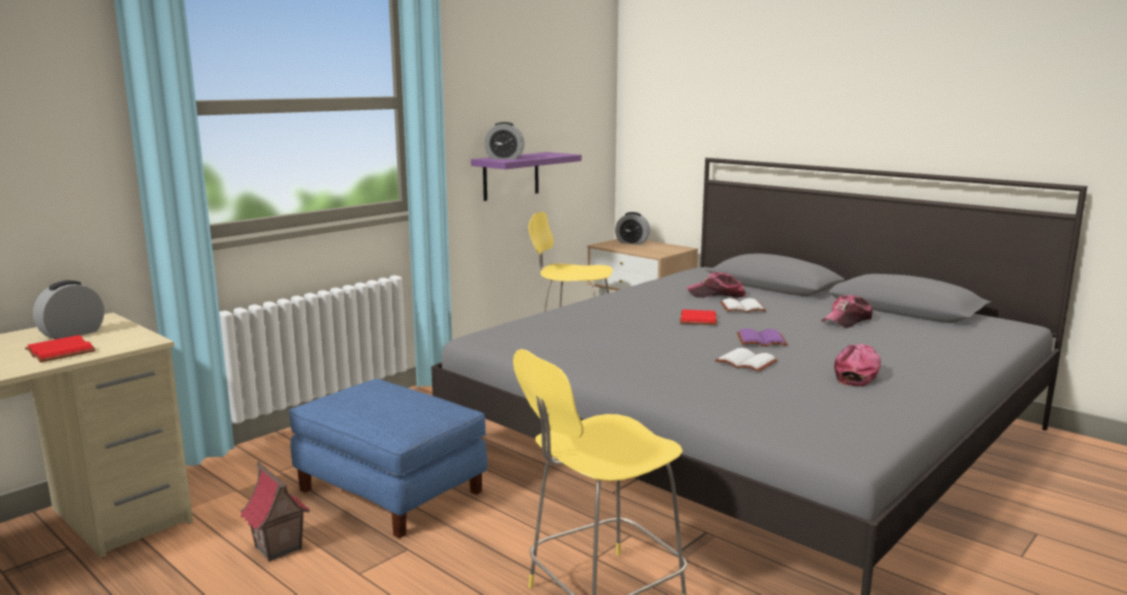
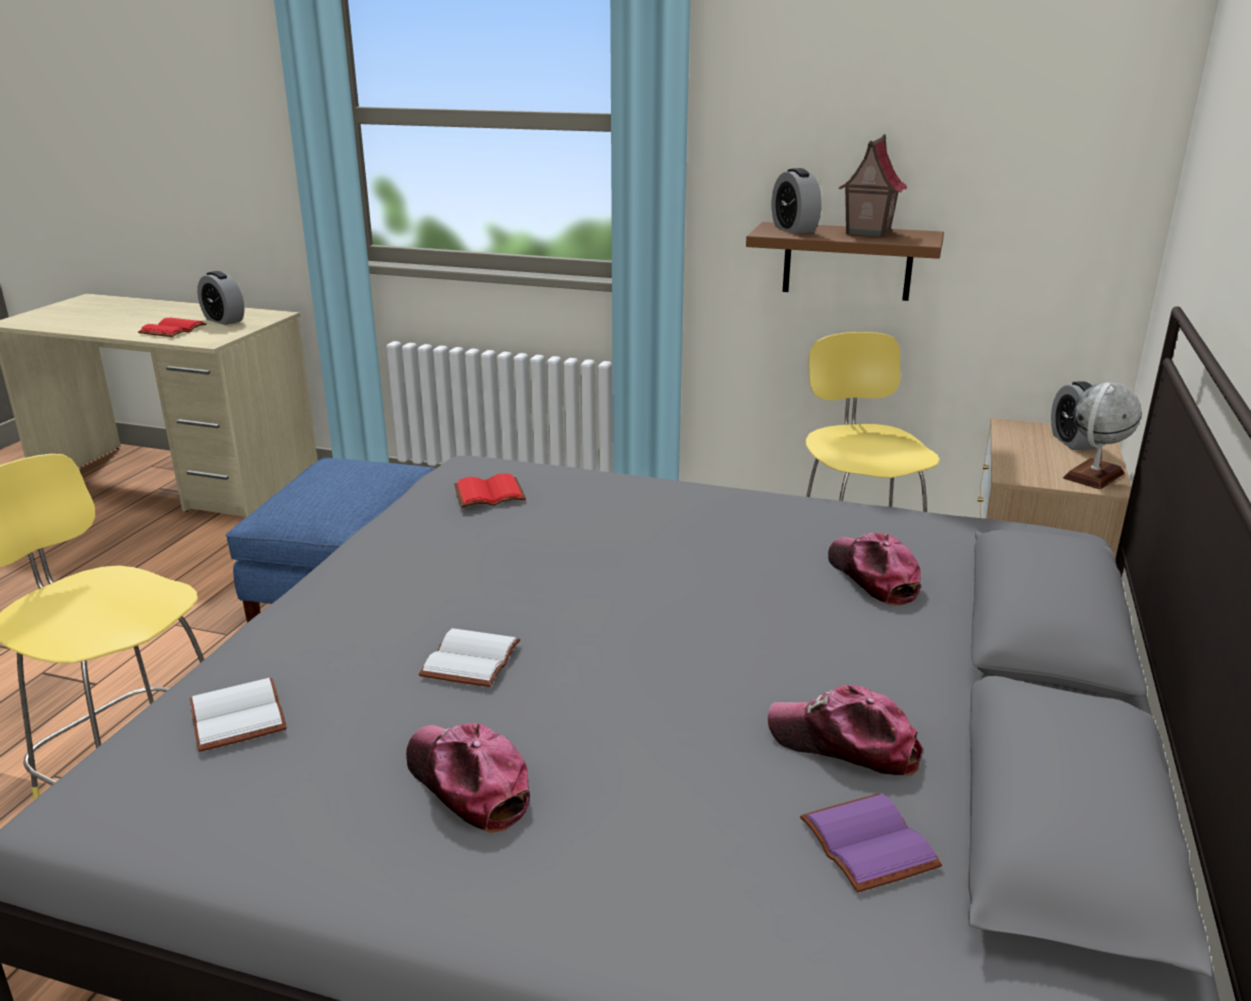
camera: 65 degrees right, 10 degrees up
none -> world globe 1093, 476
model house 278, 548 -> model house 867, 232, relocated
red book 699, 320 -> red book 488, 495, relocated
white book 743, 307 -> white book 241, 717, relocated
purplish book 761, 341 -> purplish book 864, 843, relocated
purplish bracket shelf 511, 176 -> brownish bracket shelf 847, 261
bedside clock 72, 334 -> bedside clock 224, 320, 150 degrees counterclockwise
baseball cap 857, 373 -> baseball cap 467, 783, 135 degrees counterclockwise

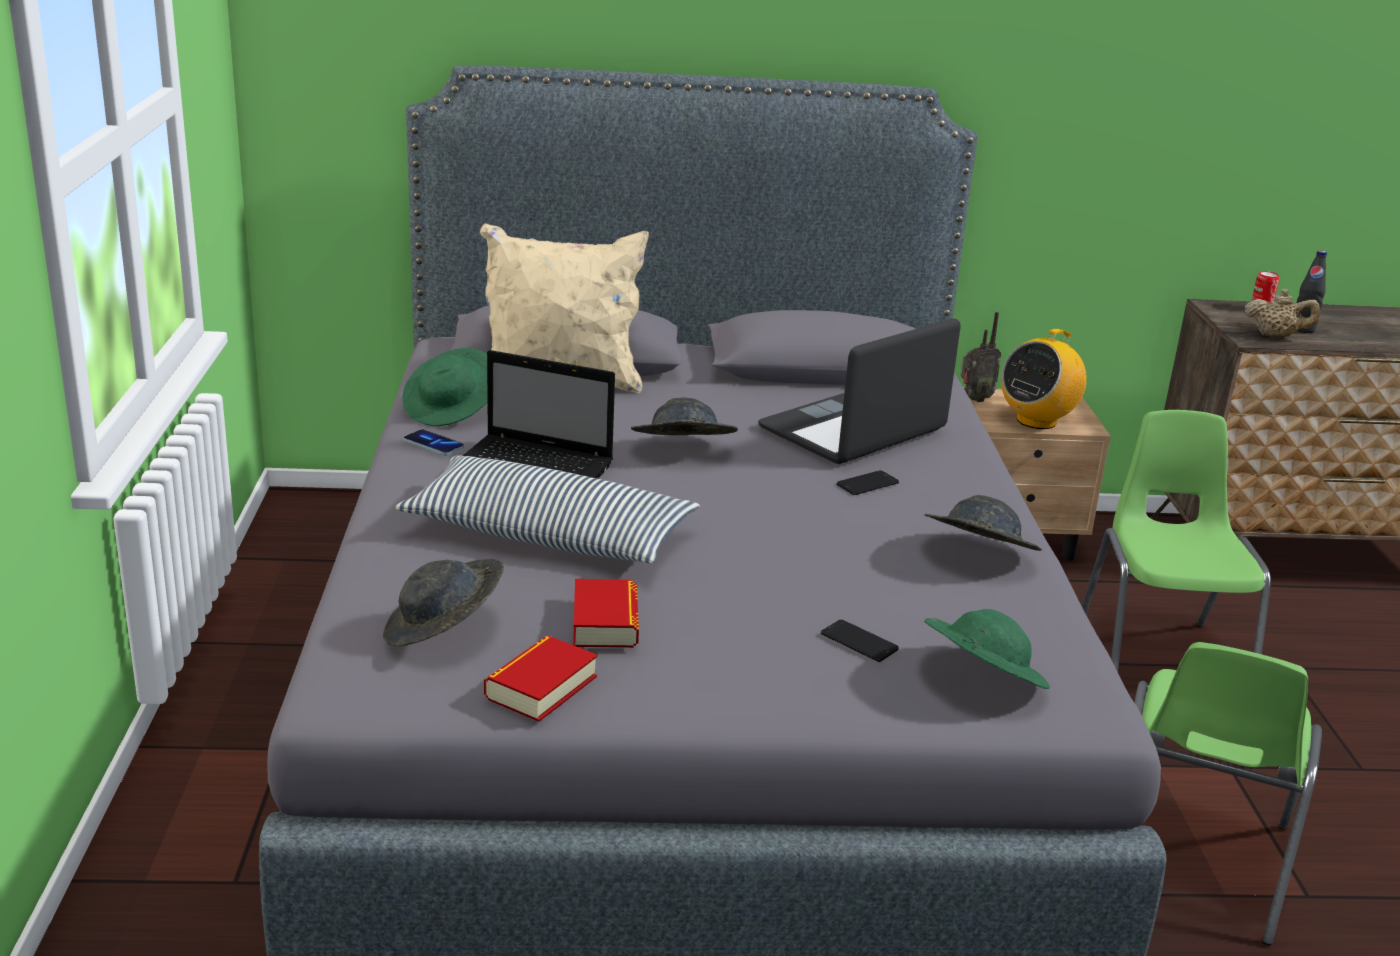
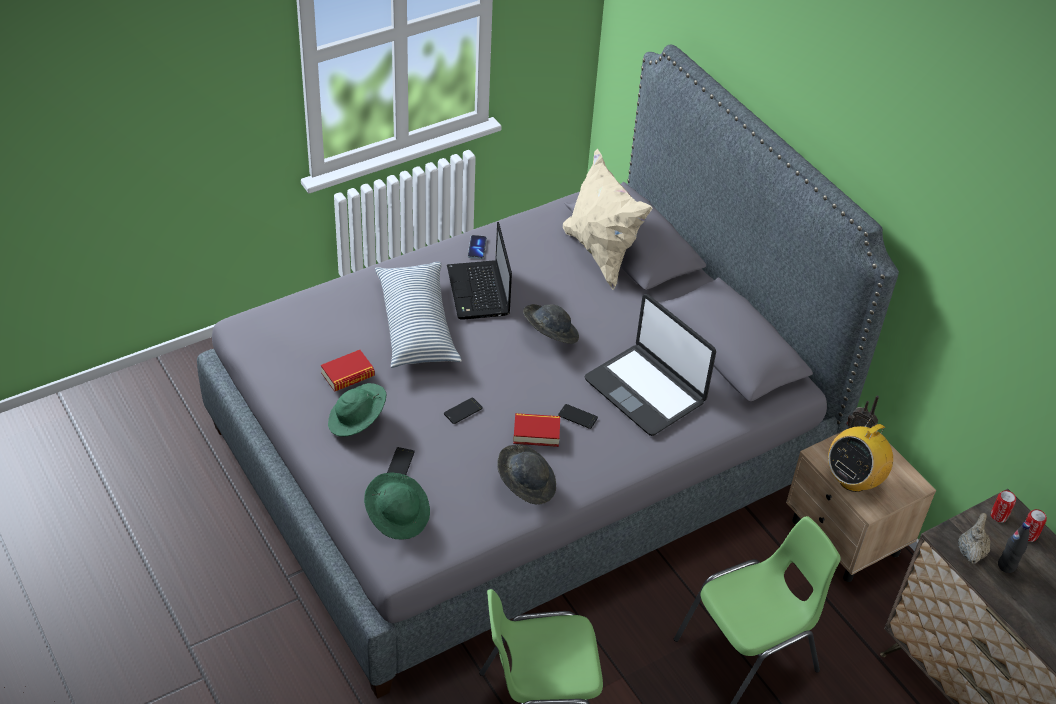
camera: 60 degrees right, 20 degrees up
greyish wearable hat 443, 631 -> none
none -> telephone 463, 411
none -> can 999, 516
greenish wearable hat 451, 410 -> greenish wearable hat 357, 421, relocated
book 541, 687 -> book 536, 433, relocated
laptop 854, 431 -> laptop 645, 390, 150 degrees counterclockwise
radio receiver 1036, 421 -> radio receiver 853, 479, 60 degrees counterclockwise
sand-coloured tea pot 1276, 336 -> sand-coloured tea pot 970, 551, 150 degrees counterclockwise

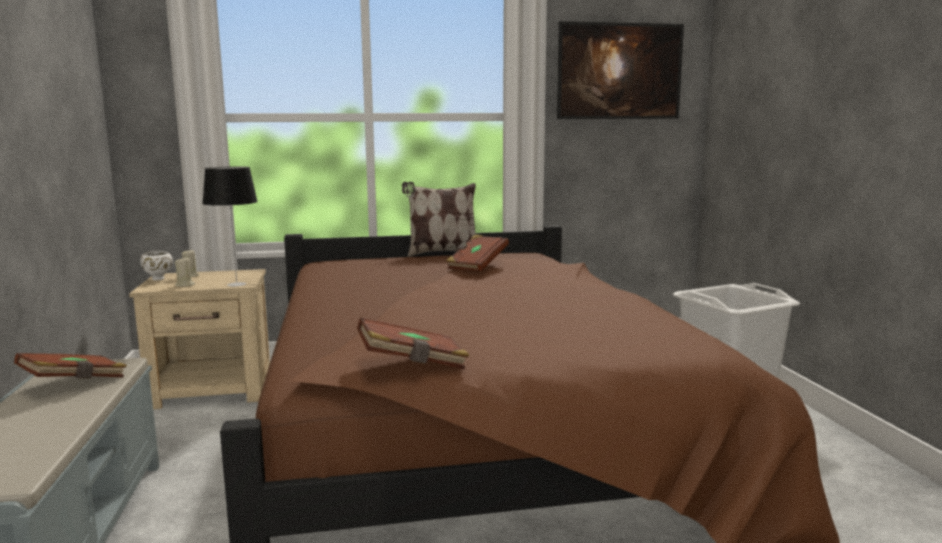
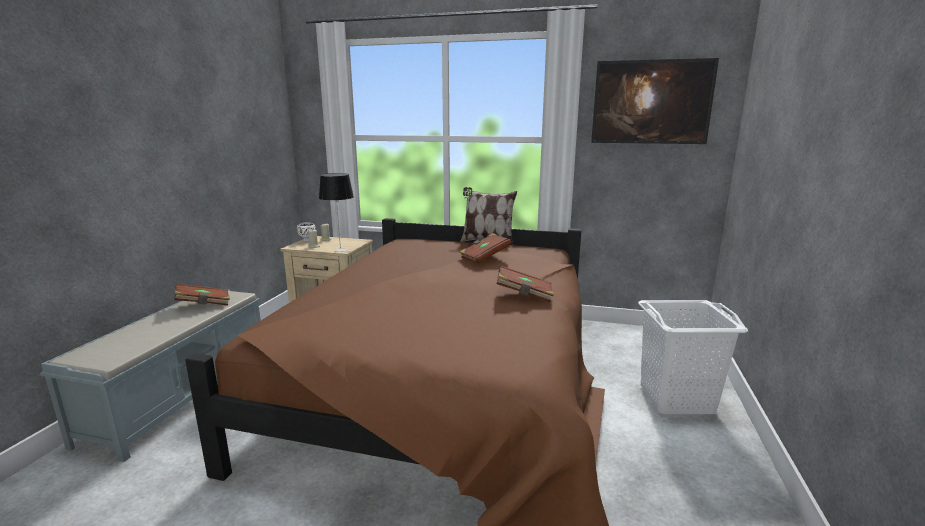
camera: 25 degrees right, 5 degrees up
brownish book 412, 364 -> brownish book 524, 295, relocated

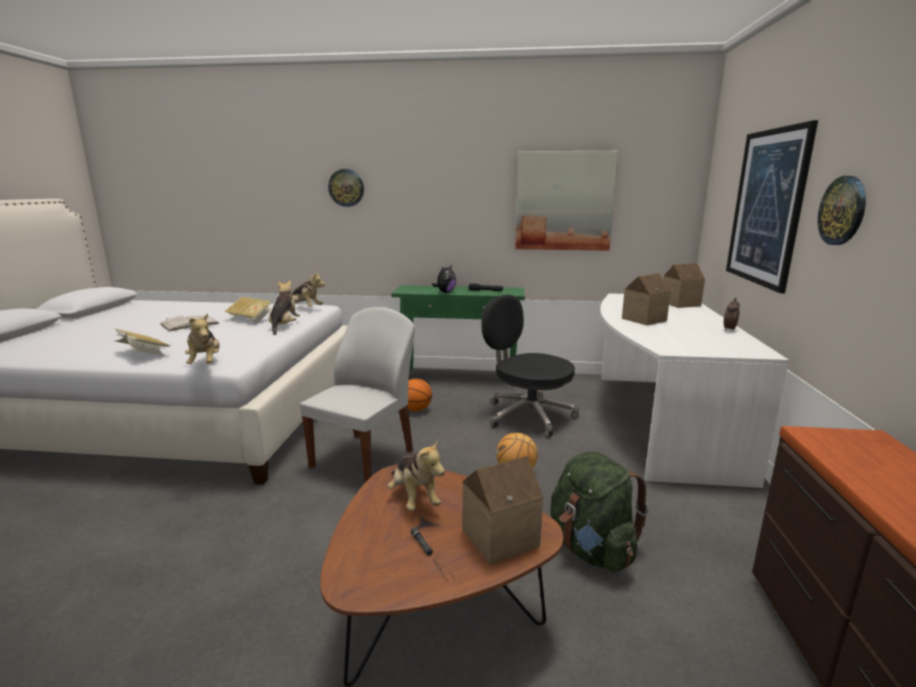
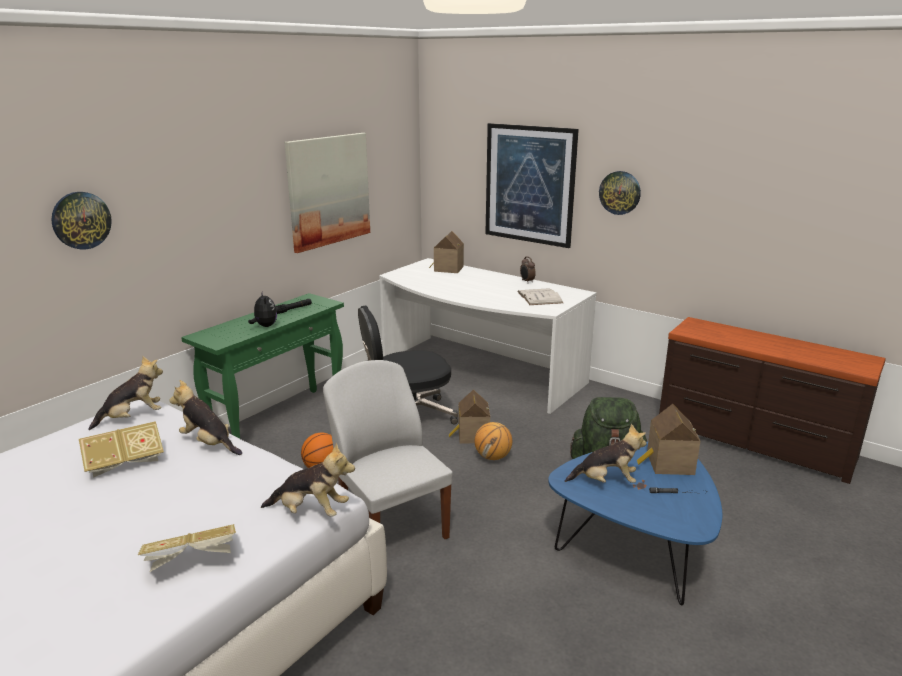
camera: 60 degrees left, 5 degrees up
white book 189, 323 -> white book 539, 297, relocated
model house 642, 319 -> model house 471, 436, relocated
brownish coffee table 434, 615 -> bluish coffee table 634, 550

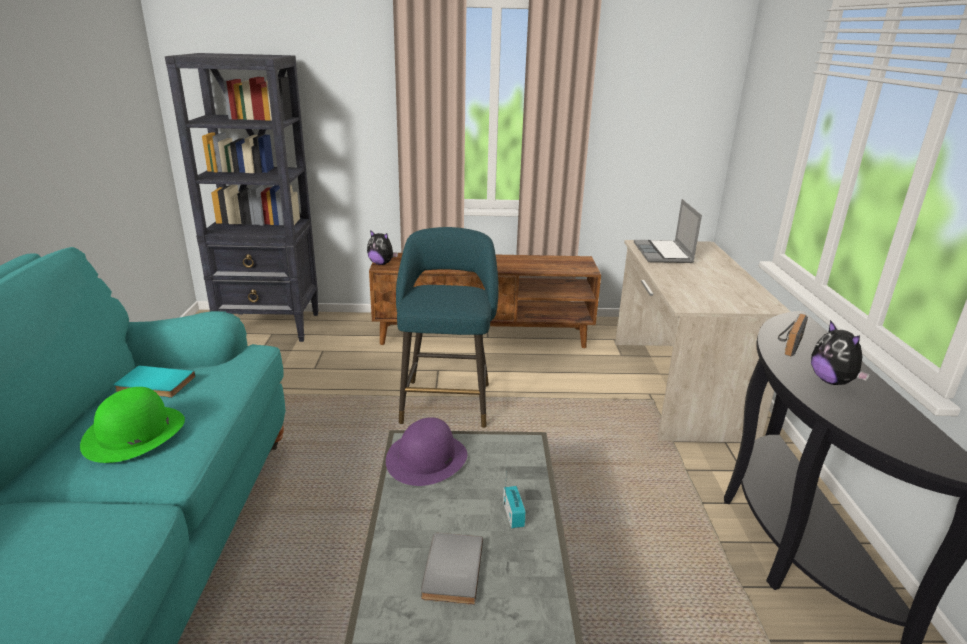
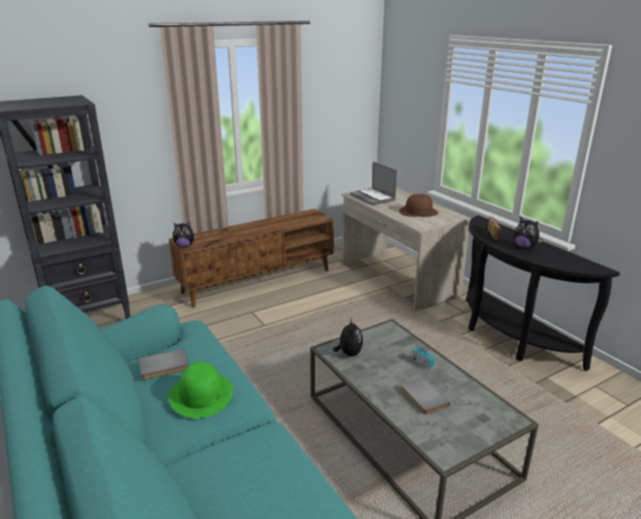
camera: 30 degrees left, 0 degrees up
turquoise-coloured stool 446, 400 -> none
none -> brownish wearable hat 418, 212
purplish wearable hat 427, 458 -> cuddly toy 349, 353
turquoise-coloured book 154, 385 -> greyish book 164, 366

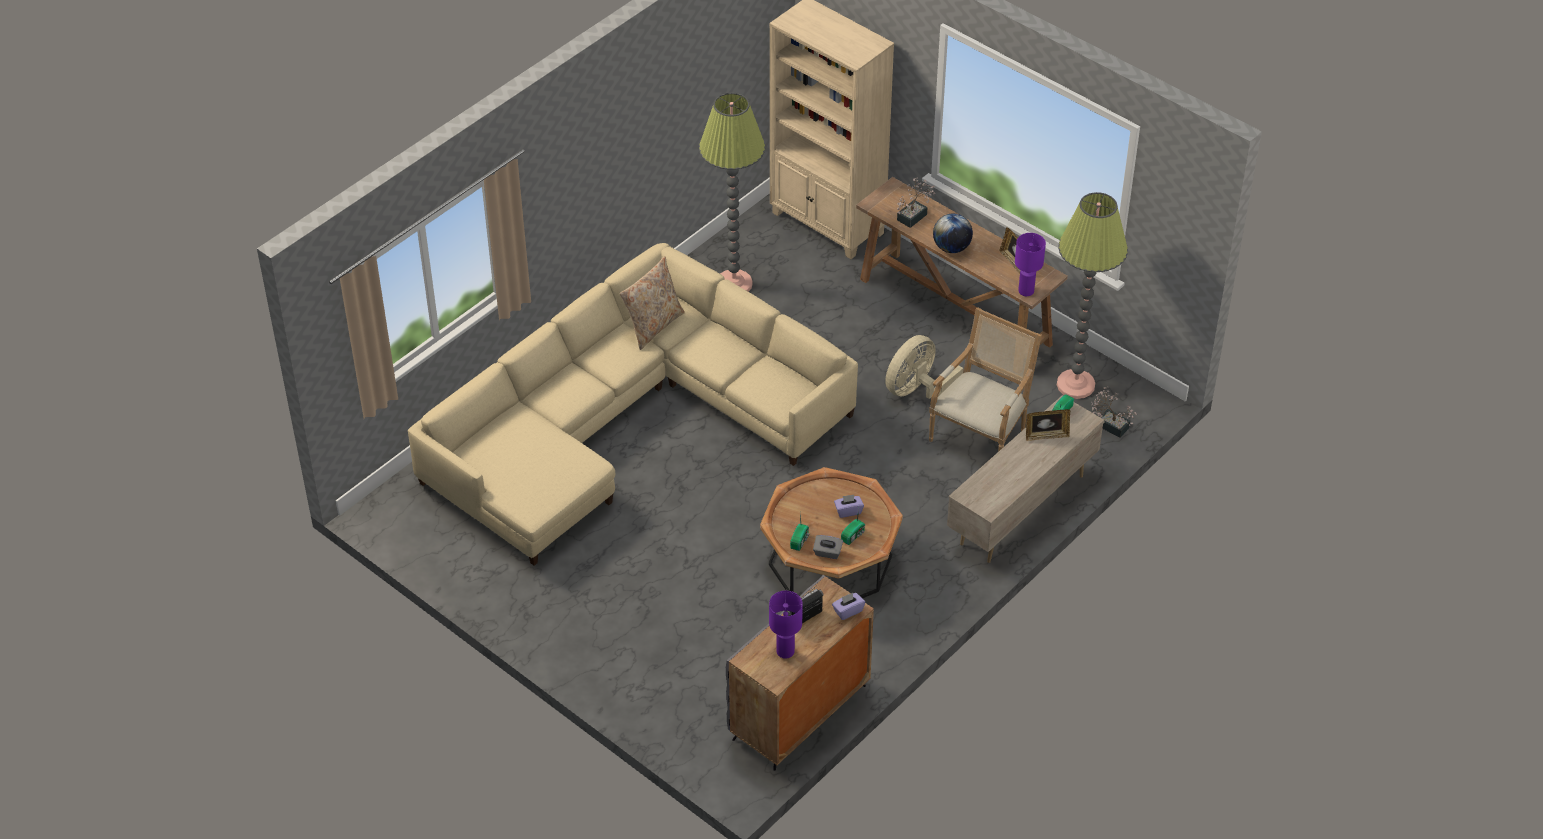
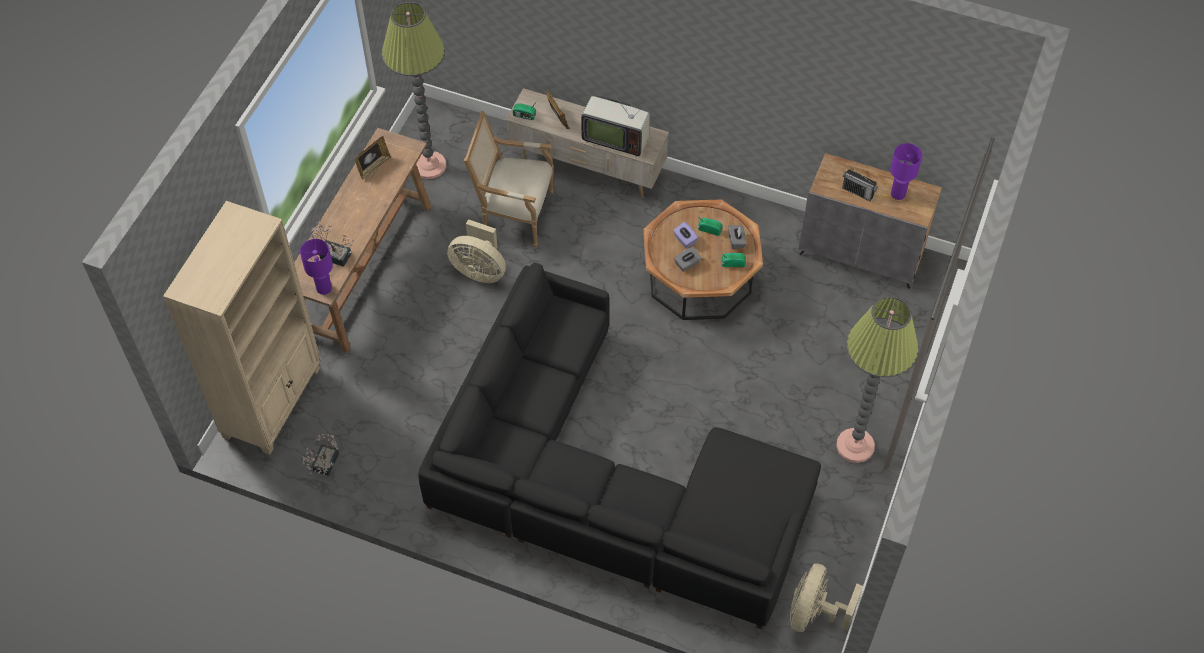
camera: 110 degrees left, 10 degrees up
sand-coloured pillow 653, 325 -> none
purplish tissue holder 848, 611 -> none
world globe 951, 248 -> none
none -> TV set 615, 138
none -> greyish tissue holder 687, 264
none -> sand-coloured fan 814, 613
standing lamp 734, 284 -> standing lamp 855, 446, relocated
purplish lamp for a table 1026, 291 -> purplish lamp for a table 324, 288, relocated
plant in a pot 1110, 424 -> plant in a pot 324, 465, relocated
sand-coloured couch 626, 422 -> black-coloured couch 607, 482

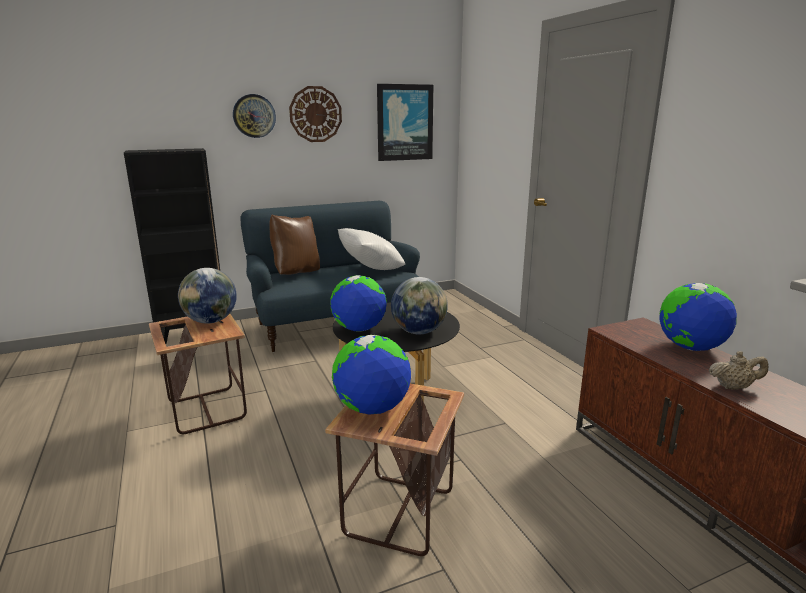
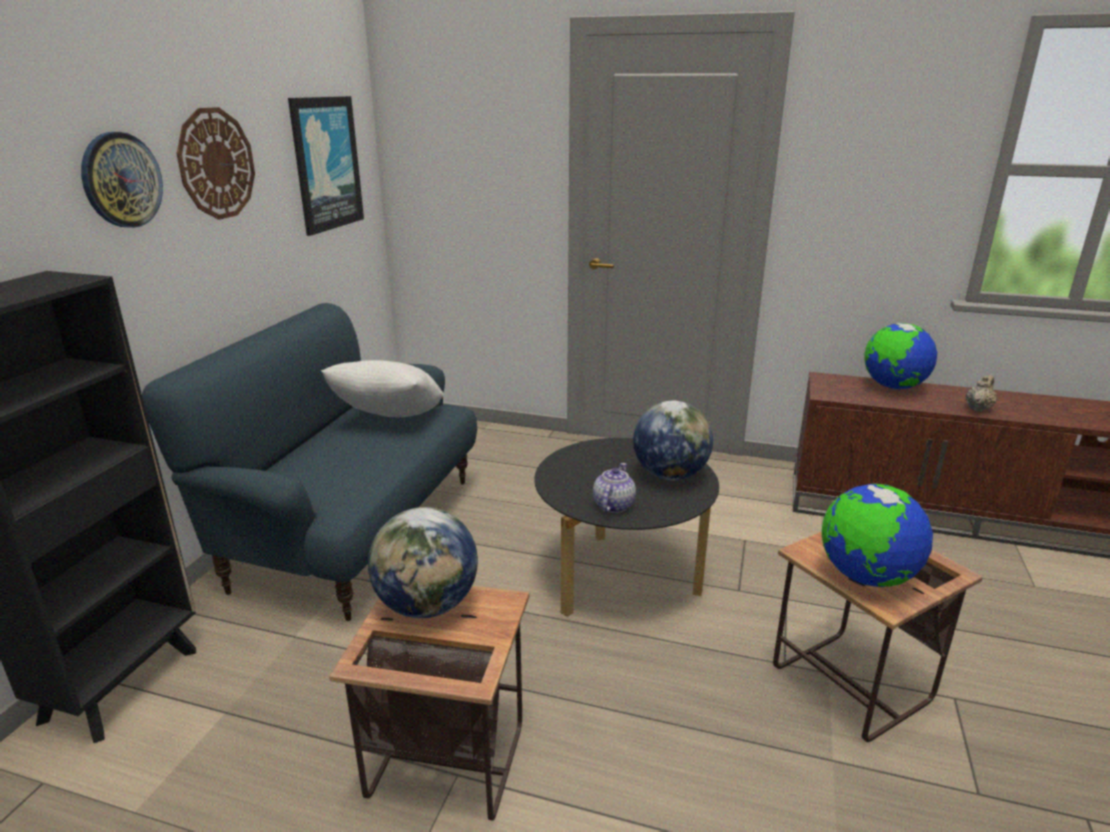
camera: 50 degrees left, 5 degrees up
brownish pillow 296, 273 -> none
world globe 359, 329 -> tea pot 613, 505

